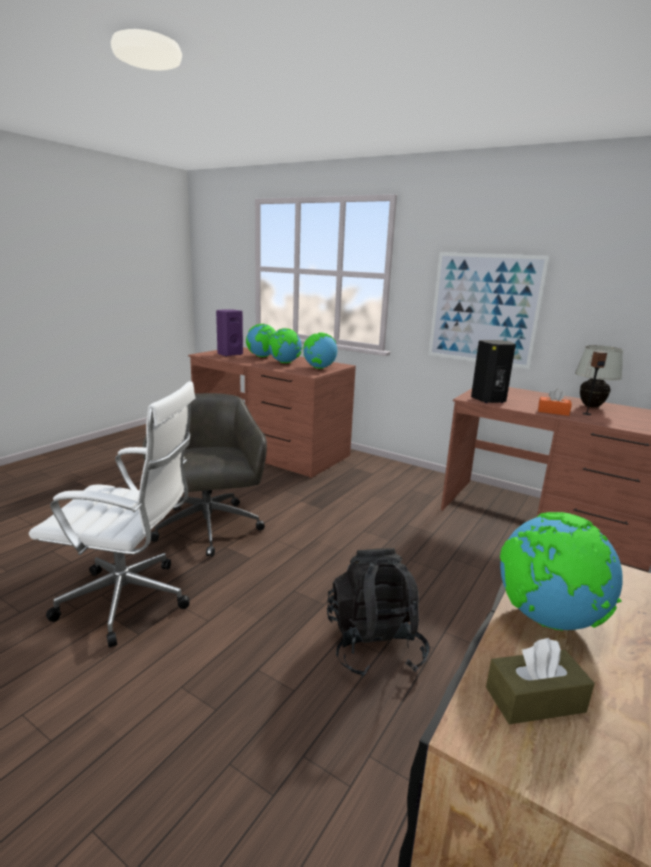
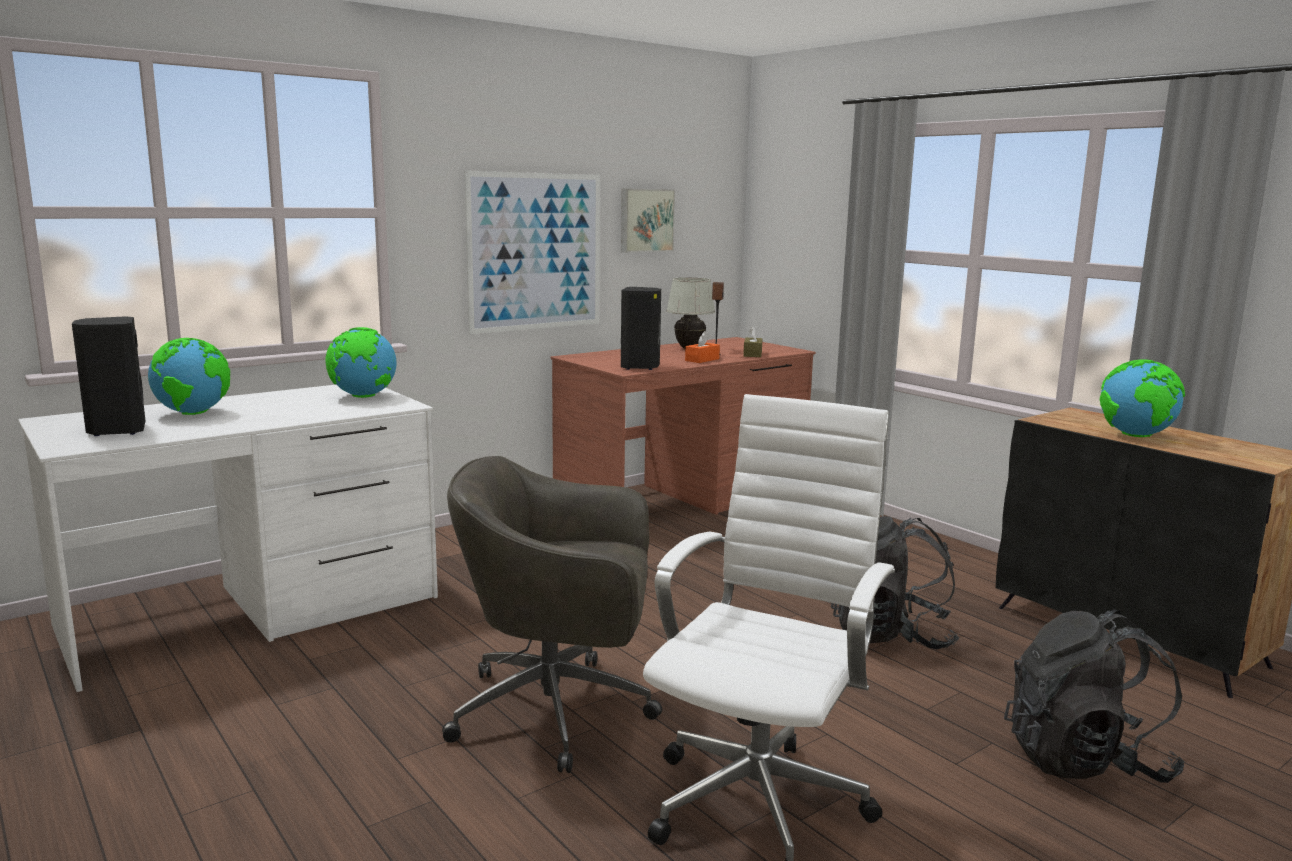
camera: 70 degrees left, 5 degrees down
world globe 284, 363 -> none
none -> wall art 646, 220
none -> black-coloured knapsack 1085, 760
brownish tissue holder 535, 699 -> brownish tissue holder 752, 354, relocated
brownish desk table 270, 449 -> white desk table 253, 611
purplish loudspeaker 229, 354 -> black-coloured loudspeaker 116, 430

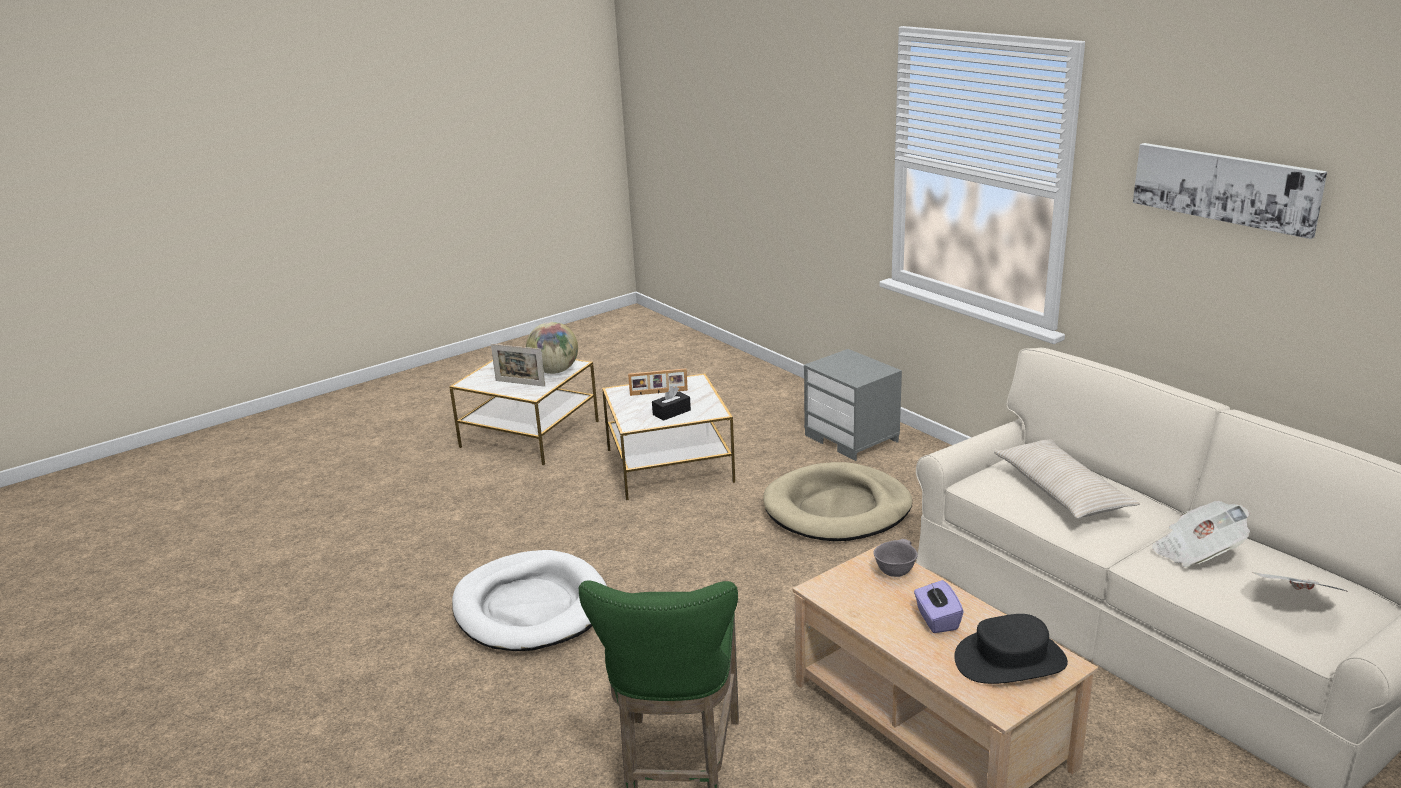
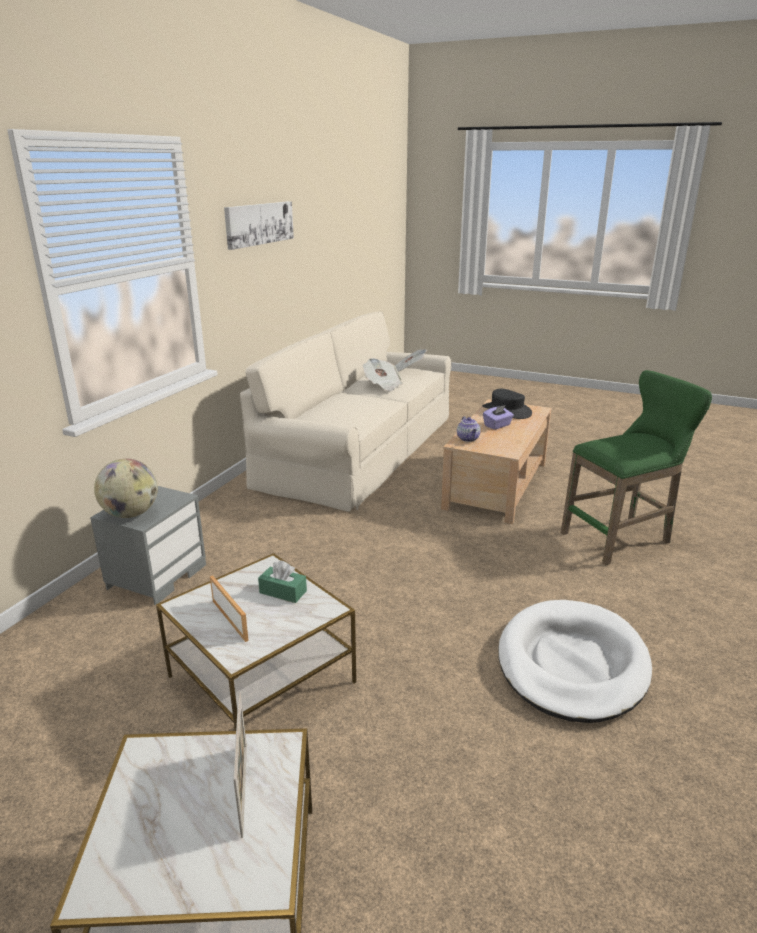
camera: 120 degrees left, 0 degrees up
sand-coloured dog cushion 837, 508 -> none
sand-coloured pillow 1061, 491 -> none
world globe 554, 371 -> world globe 131, 514, relocated
greyish deep dish 894, 571 -> tea pot 468, 439
black-coloured tissue holder 671, 412 -> greenish tissue holder 283, 592

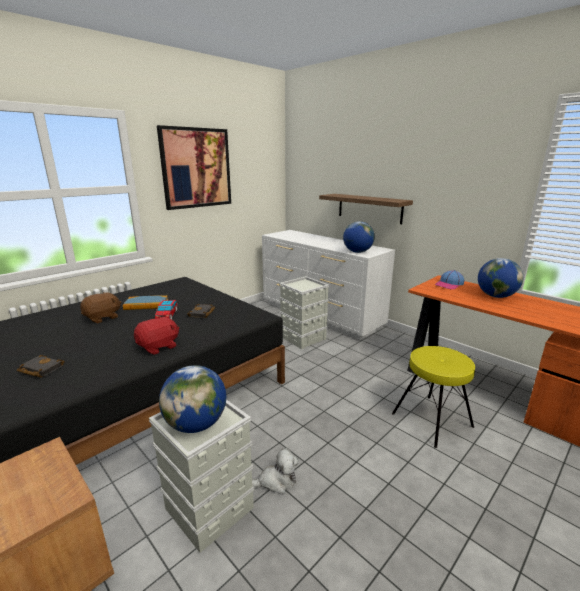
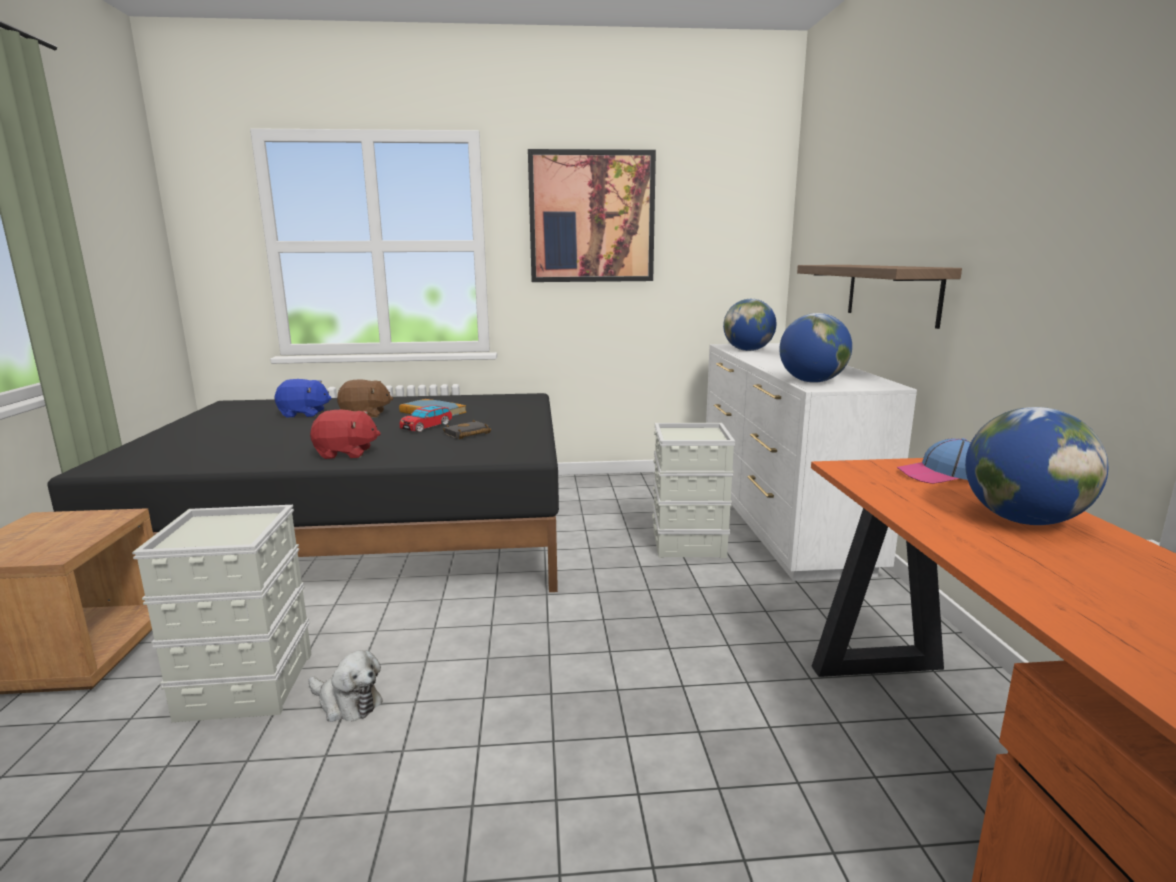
camera: 40 degrees right, 5 degrees down
black-coloured book 40, 369 -> none
yellowish stool 431, 420 -> none
none -> bluish cuddly toy 304, 414
world globe 196, 424 -> world globe 748, 350, relocated

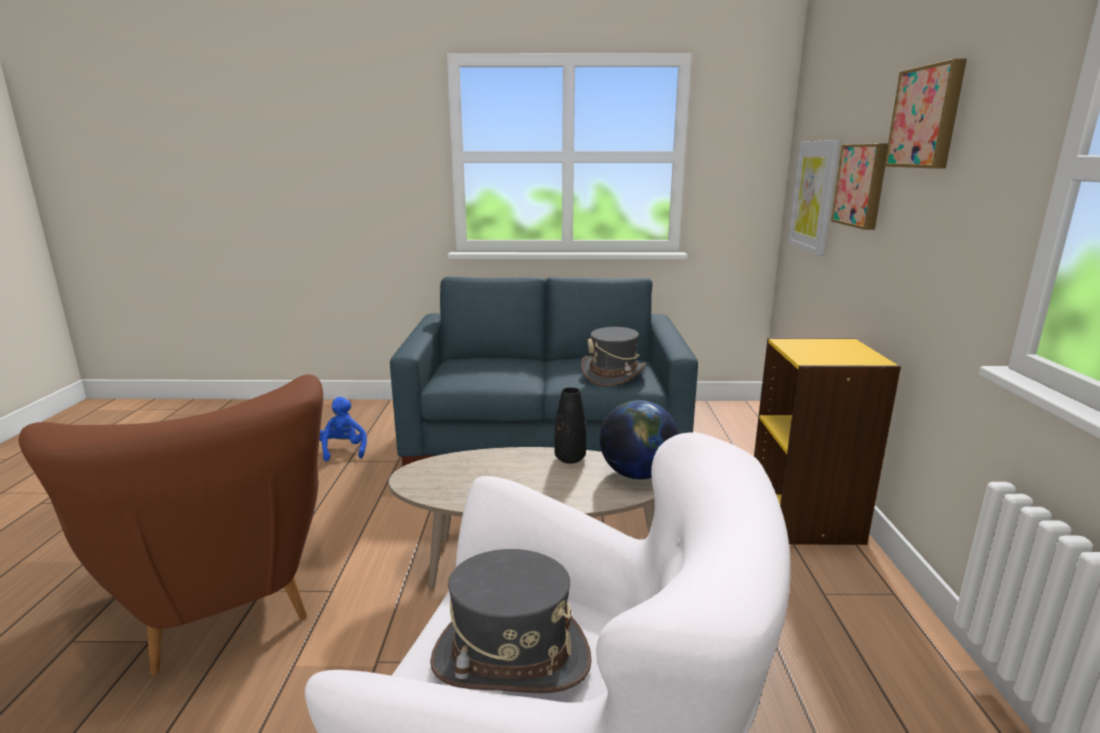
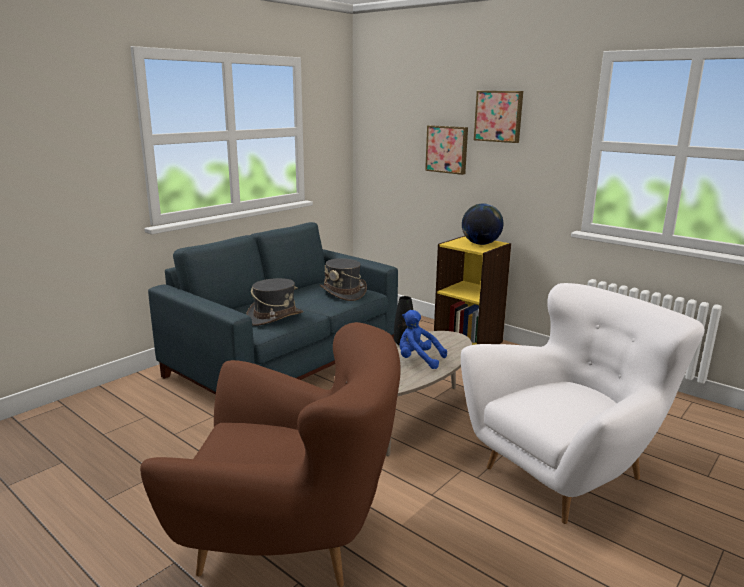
camera: 50 degrees left, 0 degrees up
wall art 813, 196 -> none
bluish cuddly toy 343, 450 -> bluish cuddly toy 418, 360, relocated
greyish wearable hat 510, 658 -> greyish wearable hat 275, 317, relocated
world globe 637, 474 -> world globe 480, 244, relocated

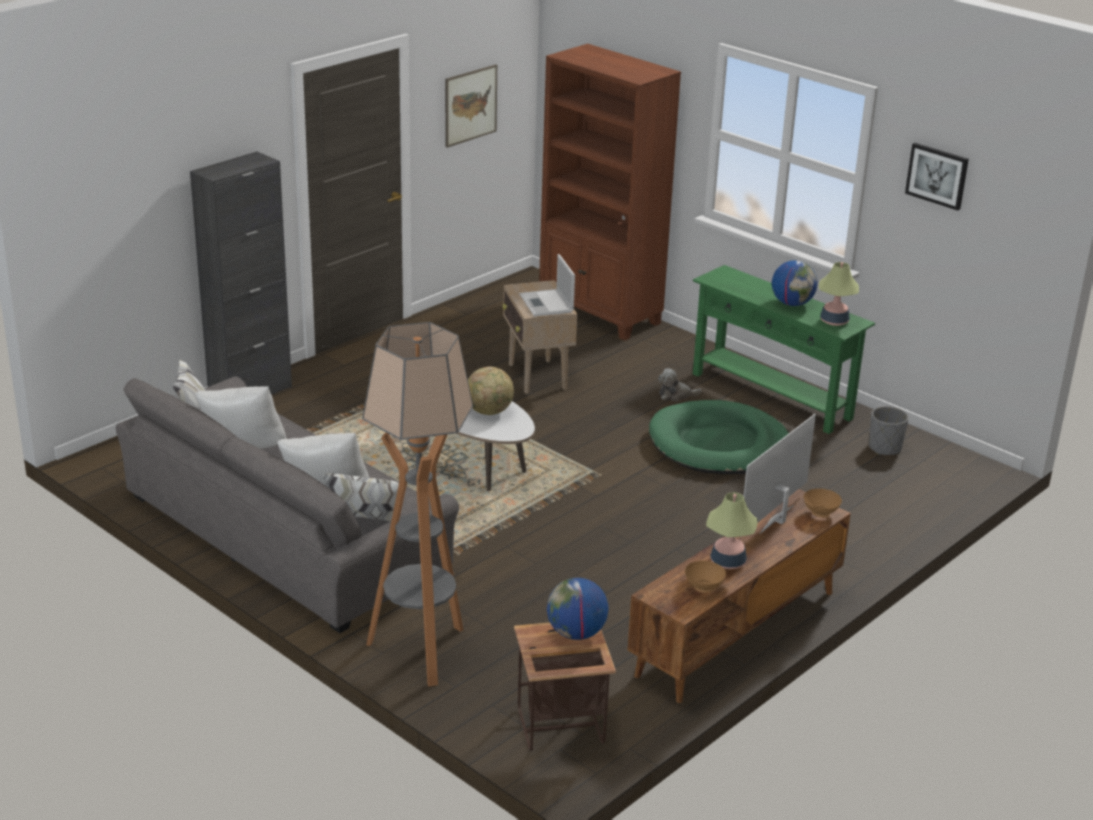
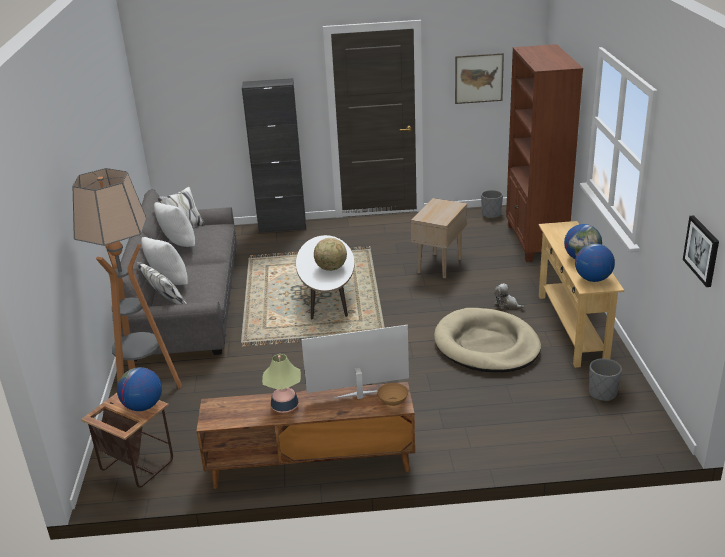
camera: 45 degrees right, 0 degrees up
laptop 547, 304 -> none
brownish deep dish 704, 588 -> none
none -> greyish flower pot 491, 214
wall art 937, 175 -> wall art 702, 250, relocated
lamp for a table 834, 321 -> world globe 592, 279
greenish dog cushion 719, 444 -> sand-coloured dog cushion 486, 345
greenish narrow table 771, 396 -> sand-coloured narrow table 572, 328

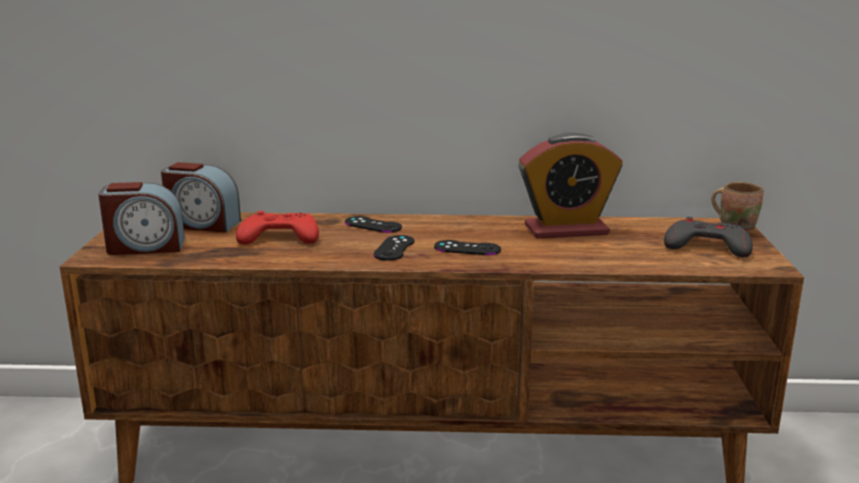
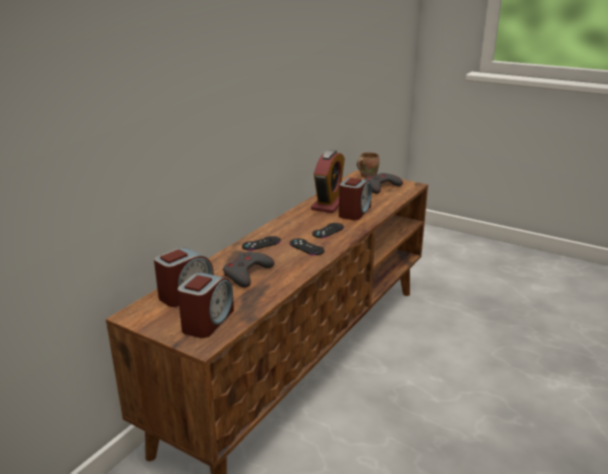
camera: 60 degrees left, 5 degrees up
none -> bedside clock 354, 212
red gamepad 279, 237 -> greyish gamepad 247, 273

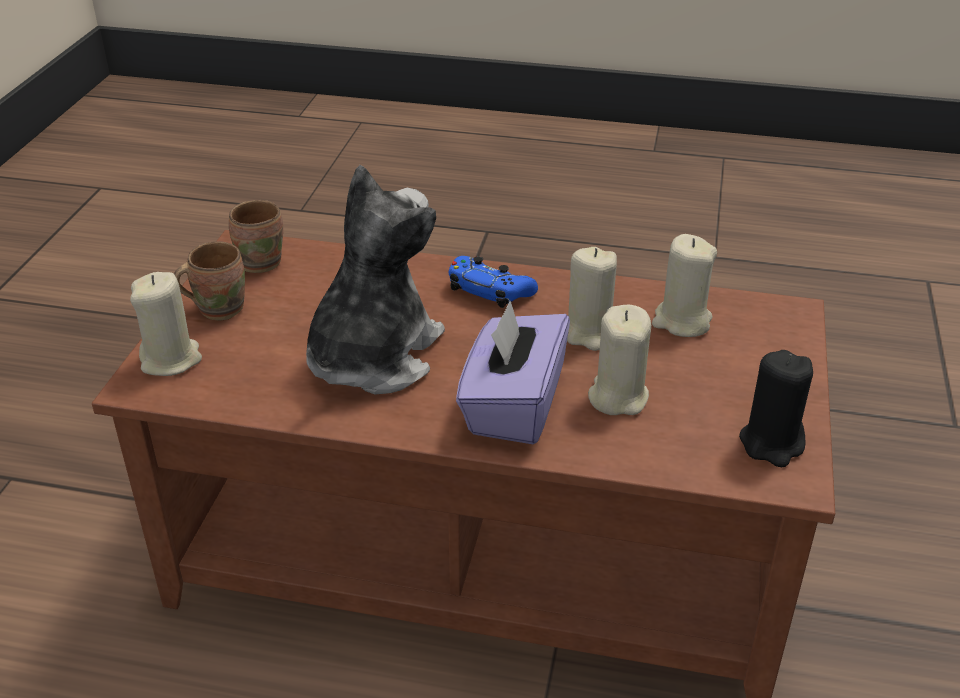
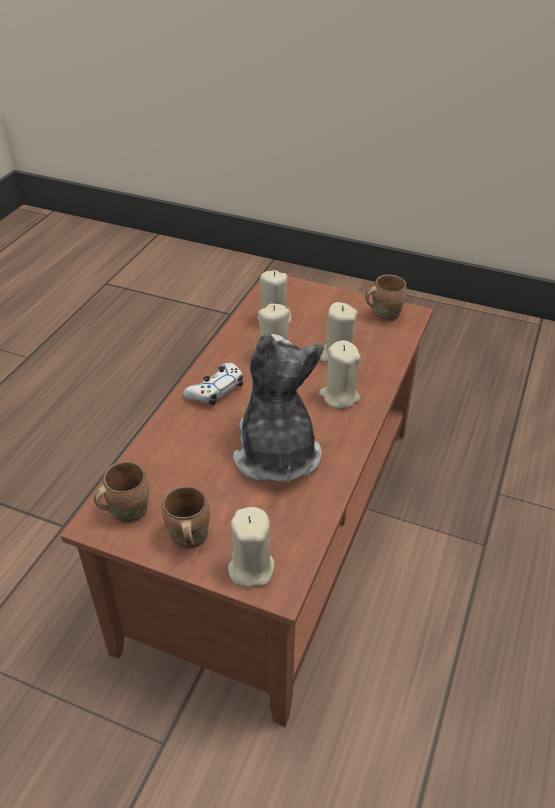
camera: 80 degrees left, 5 degrees up
purplish tissue holder 513, 406 -> sand-coloured wax light 339, 396
black-coloured wax light 772, 443 -> brownish coffee mug 384, 314
bluish gamepad 490, 290 -> white gamepad 215, 390
cuddly toy 372, 357 -> cuddly toy 276, 453, 45 degrees clockwise

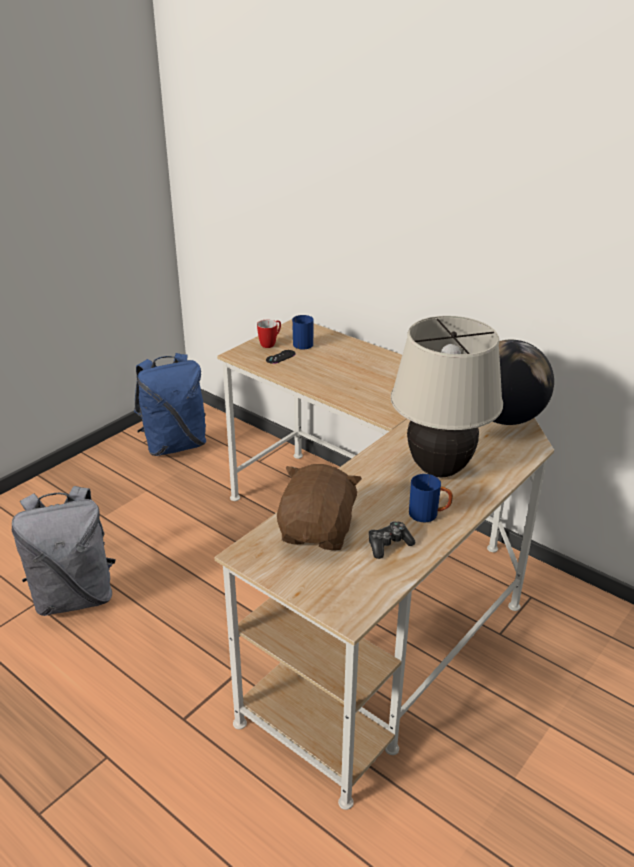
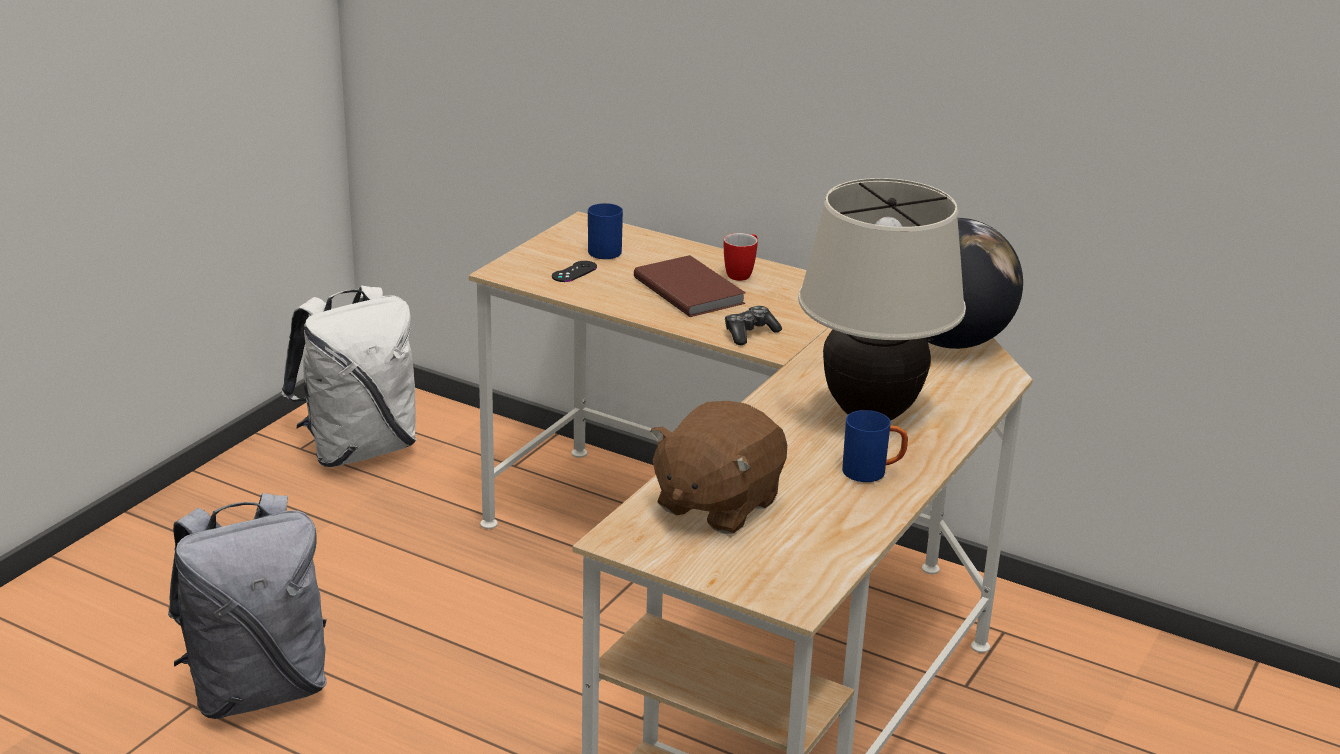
camera: 10 degrees left, 5 degrees down
none -> brownish book 690, 289
coffee mug 270, 343 -> coffee mug 742, 274, relocated
gamepad 388, 545 -> gamepad 750, 333, relocated
bluish knapsack 175, 445 -> white knapsack 359, 449
brownish cuddly toy 318, 531 -> brownish cuddly toy 716, 504, 150 degrees counterclockwise

